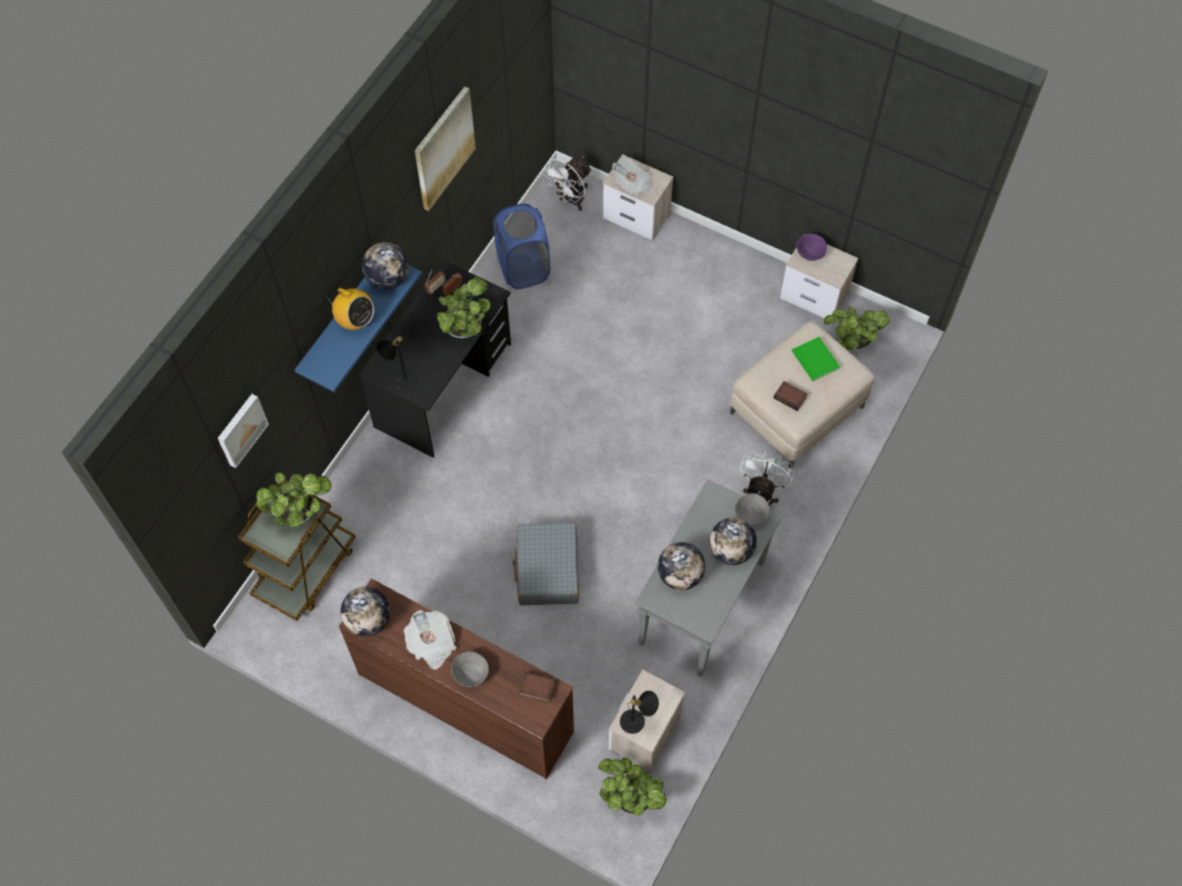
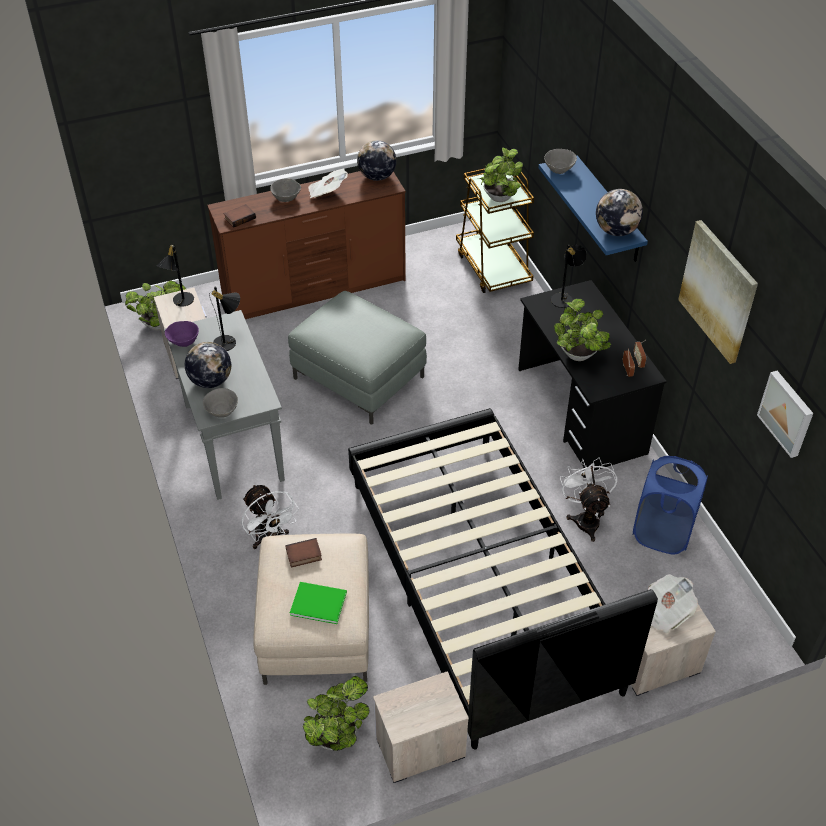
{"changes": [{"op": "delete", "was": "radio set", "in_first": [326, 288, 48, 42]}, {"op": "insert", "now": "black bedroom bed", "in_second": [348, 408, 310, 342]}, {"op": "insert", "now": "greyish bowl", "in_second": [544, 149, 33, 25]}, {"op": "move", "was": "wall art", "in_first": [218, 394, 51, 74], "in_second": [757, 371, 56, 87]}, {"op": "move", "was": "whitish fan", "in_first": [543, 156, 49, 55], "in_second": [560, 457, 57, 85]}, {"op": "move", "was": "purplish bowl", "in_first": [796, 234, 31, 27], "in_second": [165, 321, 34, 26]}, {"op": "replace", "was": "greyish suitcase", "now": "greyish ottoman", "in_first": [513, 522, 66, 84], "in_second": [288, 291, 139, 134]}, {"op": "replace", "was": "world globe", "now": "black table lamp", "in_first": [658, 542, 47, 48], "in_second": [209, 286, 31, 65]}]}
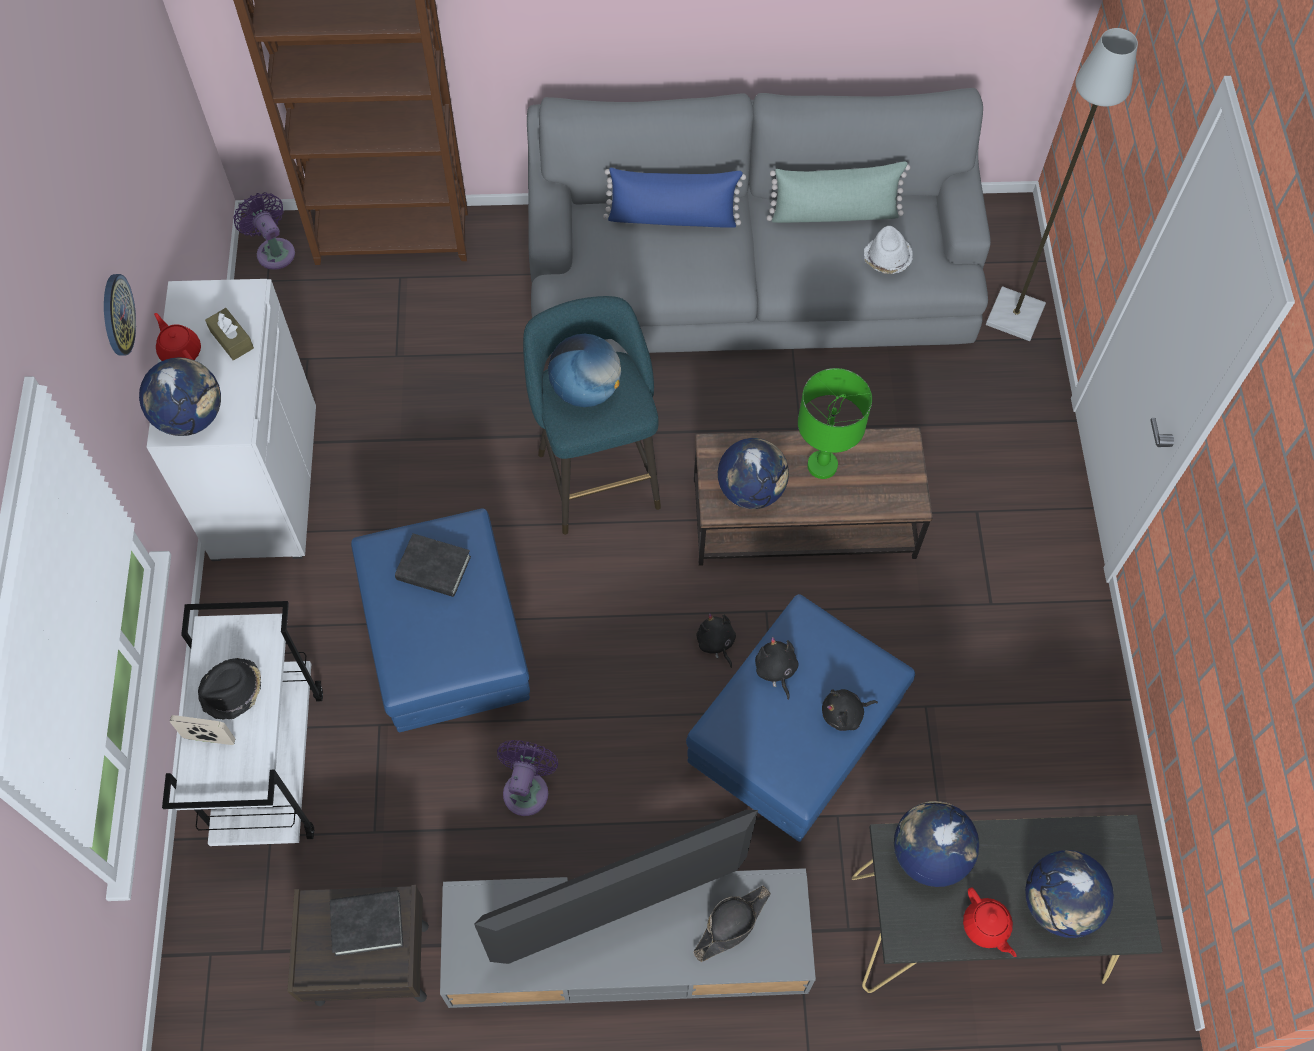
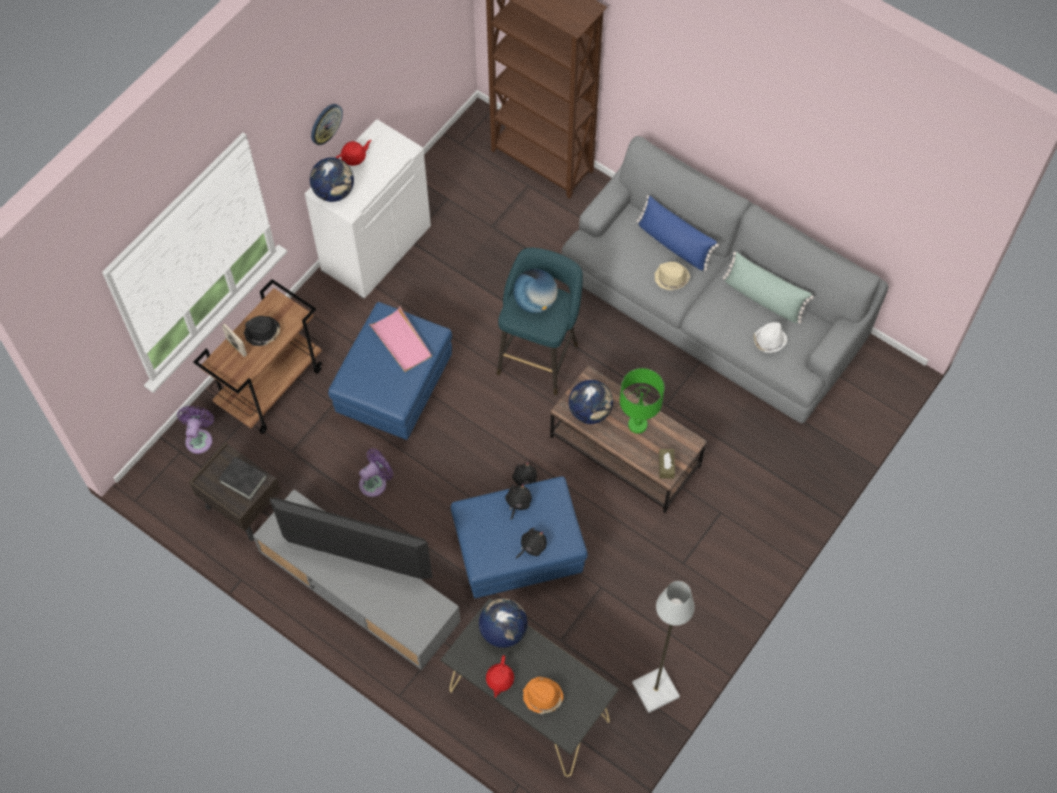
{"changes": [{"op": "delete", "was": "black clothing hat", "in_first": [693, 885, 78, 77]}, {"op": "insert", "now": "sand-coloured clothing hat", "in_second": [654, 262, 36, 29]}, {"op": "move", "was": "brownish tissue holder", "in_first": [205, 308, 49, 52], "in_second": [659, 449, 16, 30]}, {"op": "move", "was": "purplish fan", "in_first": [234, 192, 61, 78], "in_second": [177, 406, 37, 48]}, {"op": "move", "was": "greyish floor lamp", "in_first": [986, 28, 152, 313], "in_second": [632, 581, 63, 132]}, {"op": "replace", "was": "black bound book", "now": "pink-coloured carrying tray", "in_first": [395, 533, 76, 64], "in_second": [369, 306, 63, 66]}, {"op": "replace", "was": "world globe", "now": "orange-coloured clothing hat", "in_first": [1025, 850, 89, 88], "in_second": [523, 677, 41, 37]}, {"op": "recolor", "was": "whitish wheeled cart", "now": "brownish wheeled cart", "in_first": [162, 601, 161, 245], "in_second": [193, 279, 129, 155]}, {"op": "rotate", "was": "red teapot", "in_first": [154, 313, 47, 48], "in_second": [336, 140, 36, 26], "clockwise": 60}, {"op": "rotate", "was": "black plush toy", "in_first": [822, 689, 56, 42], "in_second": [516, 527, 31, 32], "clockwise": 120}]}
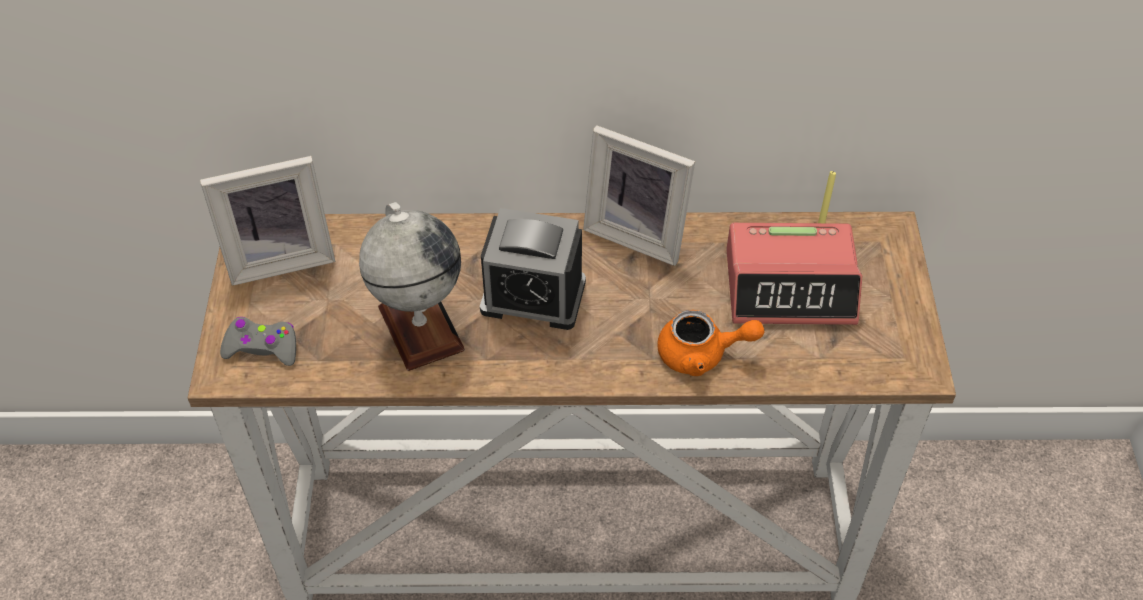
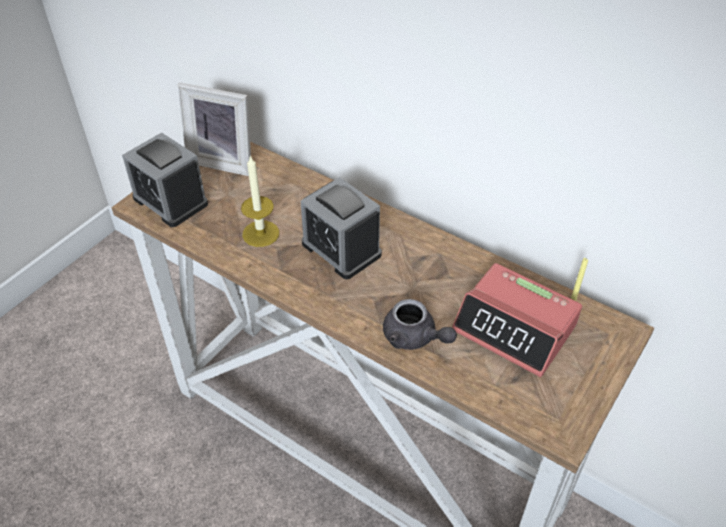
{"changes": [{"op": "delete", "was": "photo frame", "in_first": [583, 125, 112, 141]}, {"op": "replace", "was": "greyish gamepad", "now": "alarm clock", "in_first": [220, 317, 76, 49], "in_second": [122, 133, 86, 94]}, {"op": "replace", "was": "world globe", "now": "wax candle", "in_first": [359, 202, 106, 169], "in_second": [241, 155, 38, 92]}, {"op": "recolor", "was": "orange-coloured teapot", "now": "greyish teapot", "in_first": [657, 310, 107, 66], "in_second": [383, 299, 74, 51]}]}
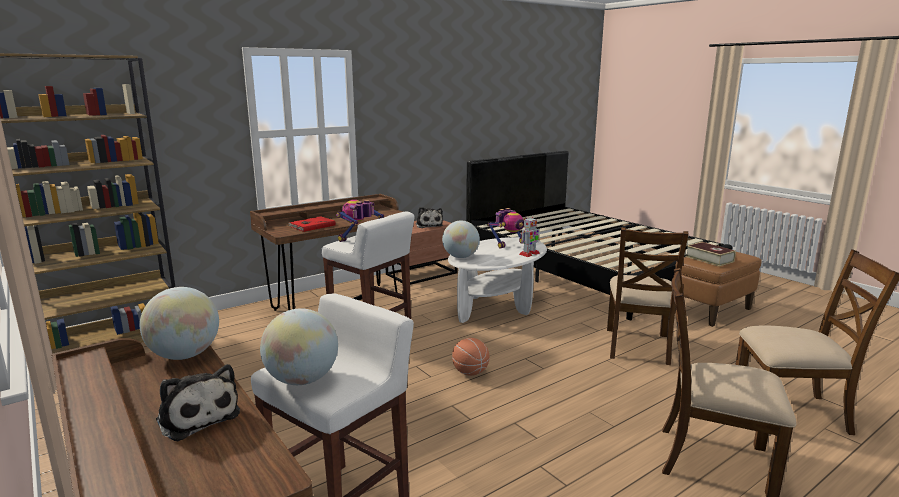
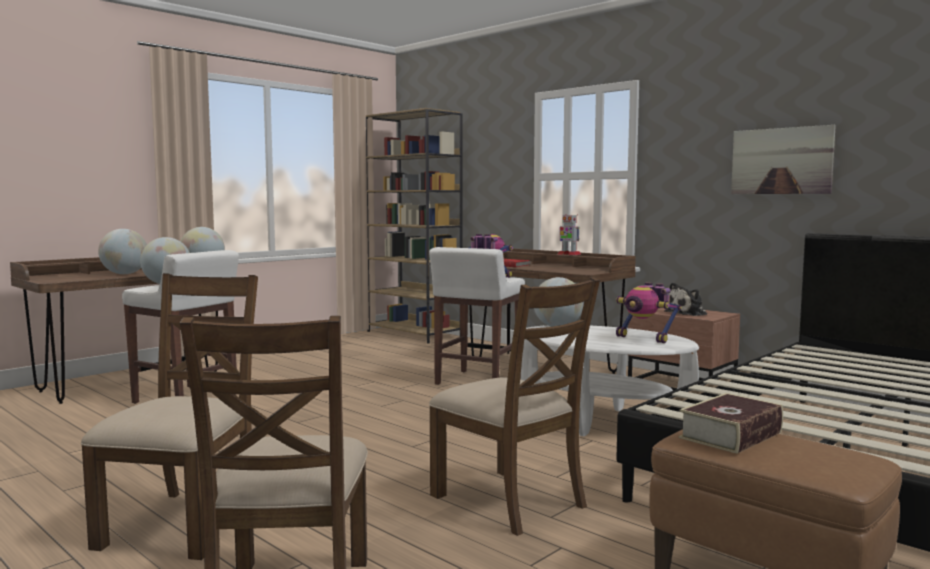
{"changes": [{"op": "delete", "was": "basketball ball", "in_first": [452, 338, 37, 38]}, {"op": "insert", "now": "wall art", "in_second": [731, 125, 105, 69]}, {"op": "move", "was": "model robot", "in_first": [519, 217, 21, 40], "in_second": [558, 214, 23, 41]}, {"op": "replace", "was": "plush toy", "now": "world globe", "in_first": [156, 364, 84, 77], "in_second": [98, 229, 49, 45]}, {"op": "rotate", "was": "brownish chair", "in_first": [607, 227, 81, 138], "in_second": [429, 277, 171, 259], "clockwise": -135}]}
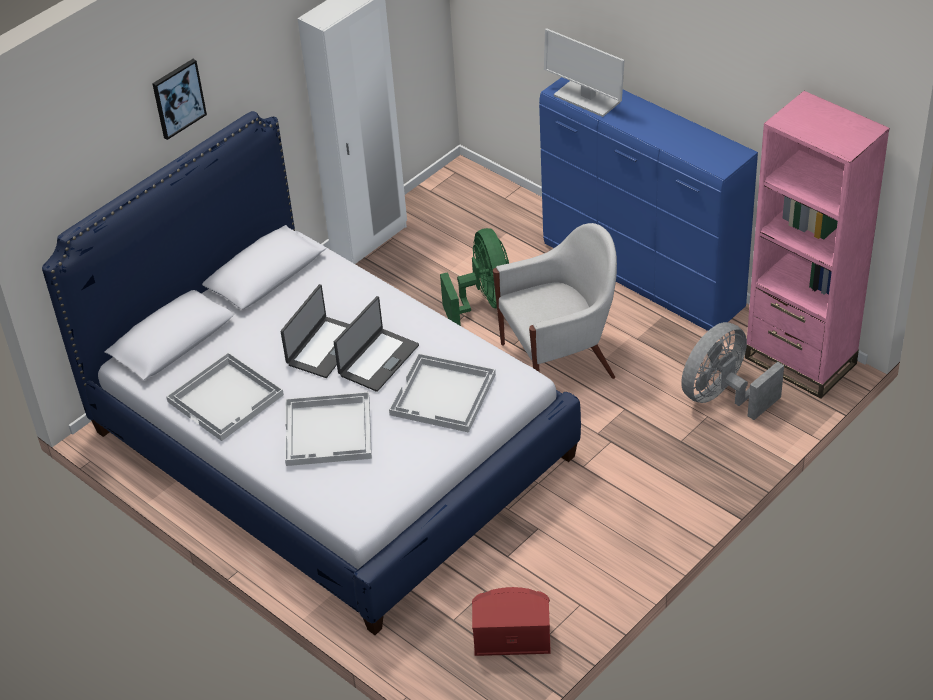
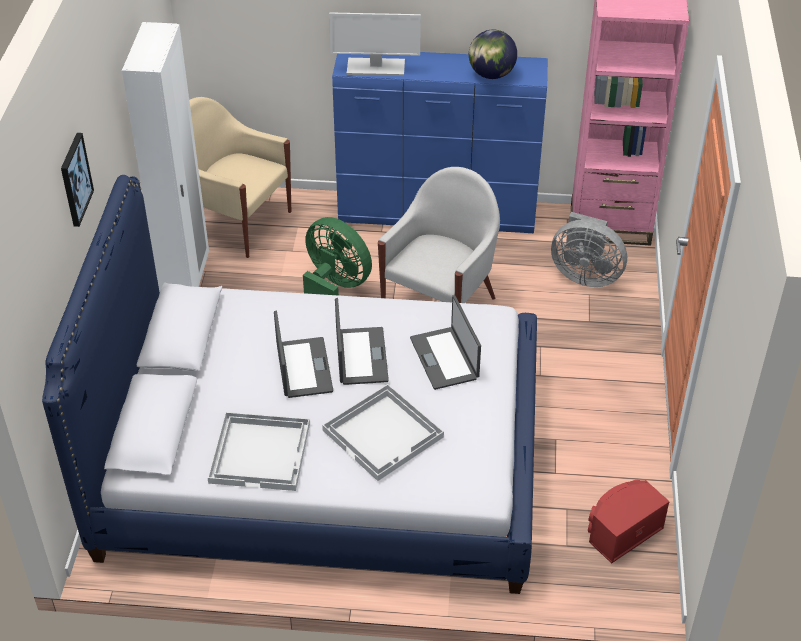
{"changes": [{"op": "insert", "now": "sand-coloured armchair", "in_second": [189, 97, 102, 161]}, {"op": "insert", "now": "world globe", "in_second": [469, 29, 48, 50]}, {"op": "replace", "was": "whitish carrying tray", "now": "notebook computer", "in_first": [389, 353, 107, 80], "in_second": [410, 295, 71, 95]}, {"op": "rotate", "was": "greyish fan", "in_first": [681, 322, 103, 98], "in_second": [551, 212, 76, 75], "clockwise": -75}]}
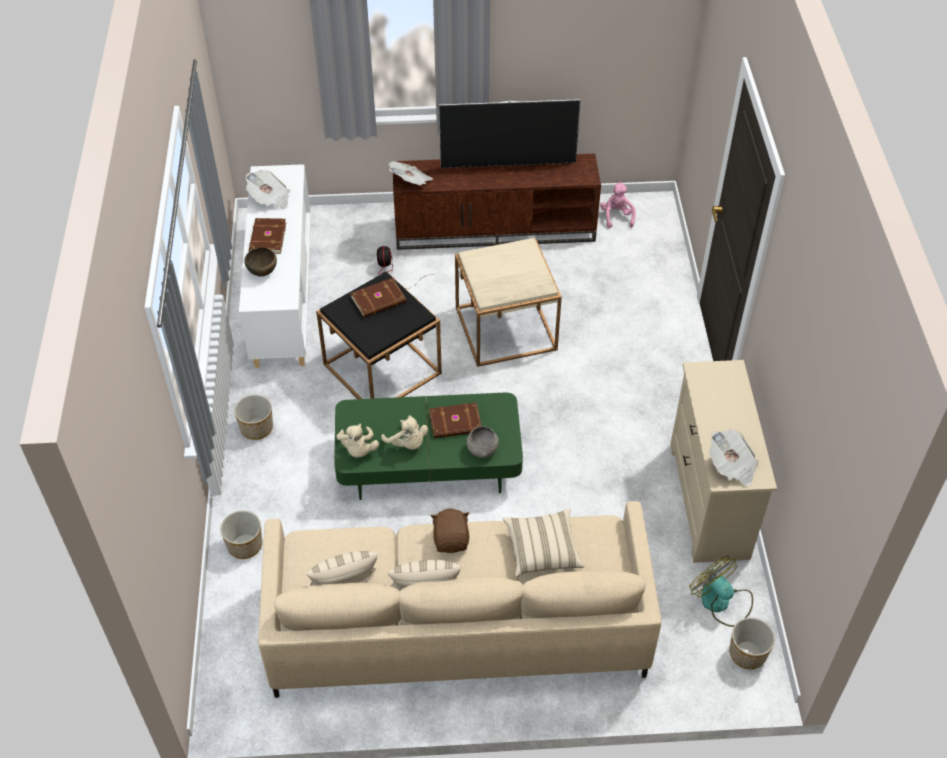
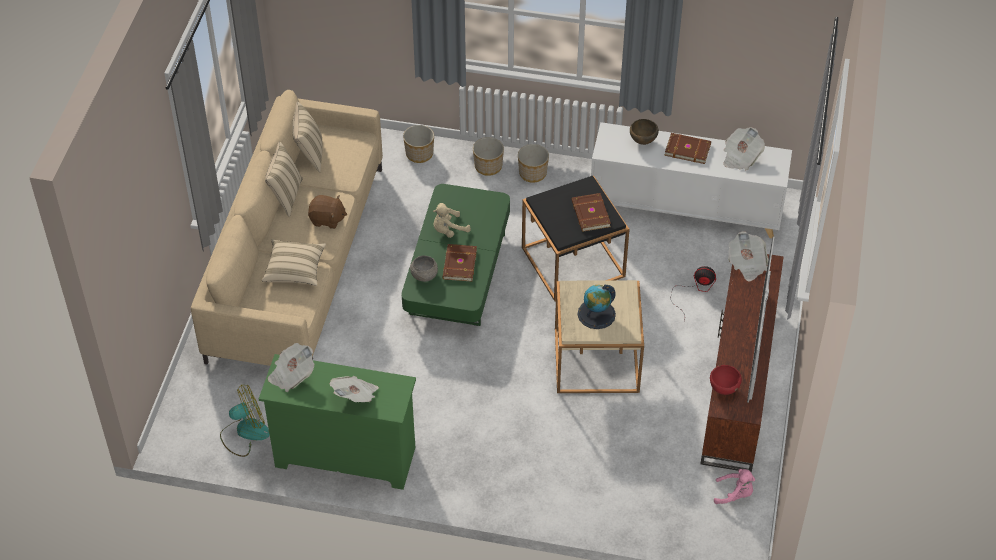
{"changes": [{"op": "delete", "was": "sand-coloured plush toy", "in_first": [336, 424, 43, 34]}, {"op": "insert", "now": "daily paper", "in_second": [330, 376, 49, 26]}, {"op": "insert", "now": "world globe", "in_second": [578, 285, 38, 44]}, {"op": "insert", "now": "red bowl", "in_second": [710, 365, 32, 30]}, {"op": "move", "was": "plant pot", "in_first": [729, 617, 46, 52], "in_second": [473, 137, 31, 39]}, {"op": "recolor", "was": "sand-coloured drawer chest", "now": "green drawer chest", "in_first": [670, 360, 107, 203], "in_second": [259, 354, 157, 136]}]}
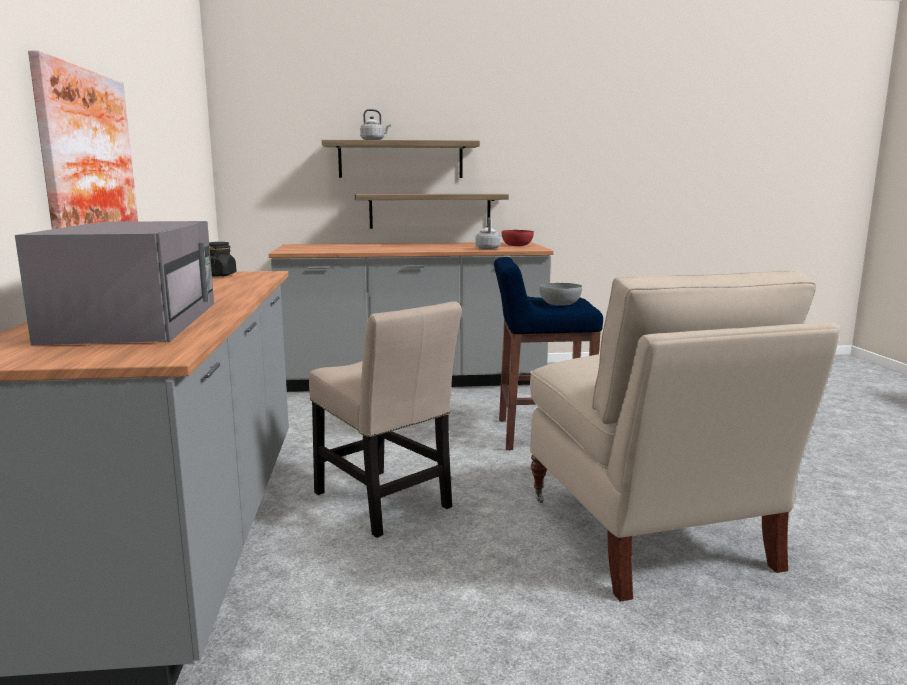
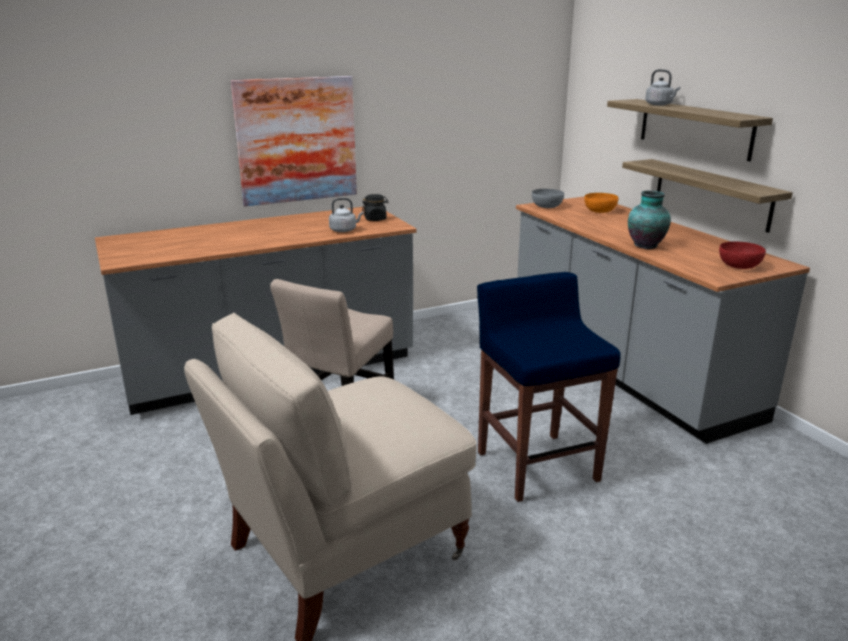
{"changes": [{"op": "delete", "was": "greyish microwave oven", "in_first": [15, 221, 199, 124]}, {"op": "insert", "now": "orange-coloured bowl", "in_second": [584, 193, 34, 20]}, {"op": "insert", "now": "vase", "in_second": [628, 190, 43, 59]}, {"op": "move", "was": "greyish tea kettle", "in_first": [475, 217, 26, 33], "in_second": [329, 198, 35, 34]}, {"op": "move", "was": "greyish bowl", "in_first": [539, 283, 43, 23], "in_second": [532, 189, 32, 19]}]}
